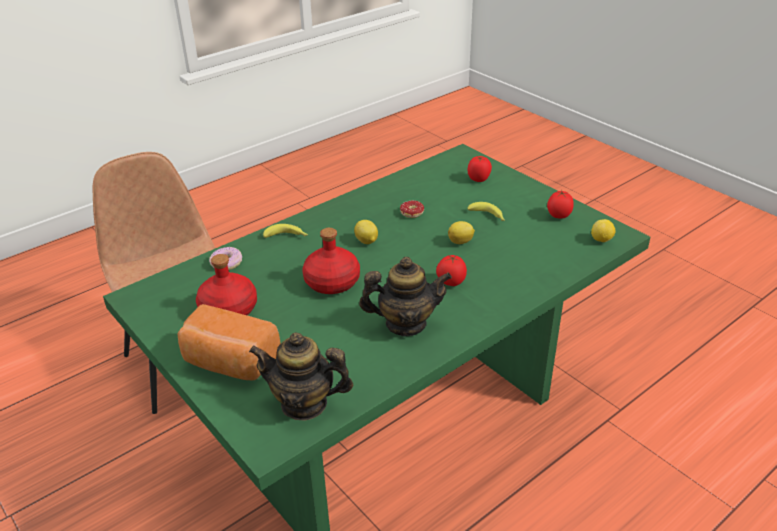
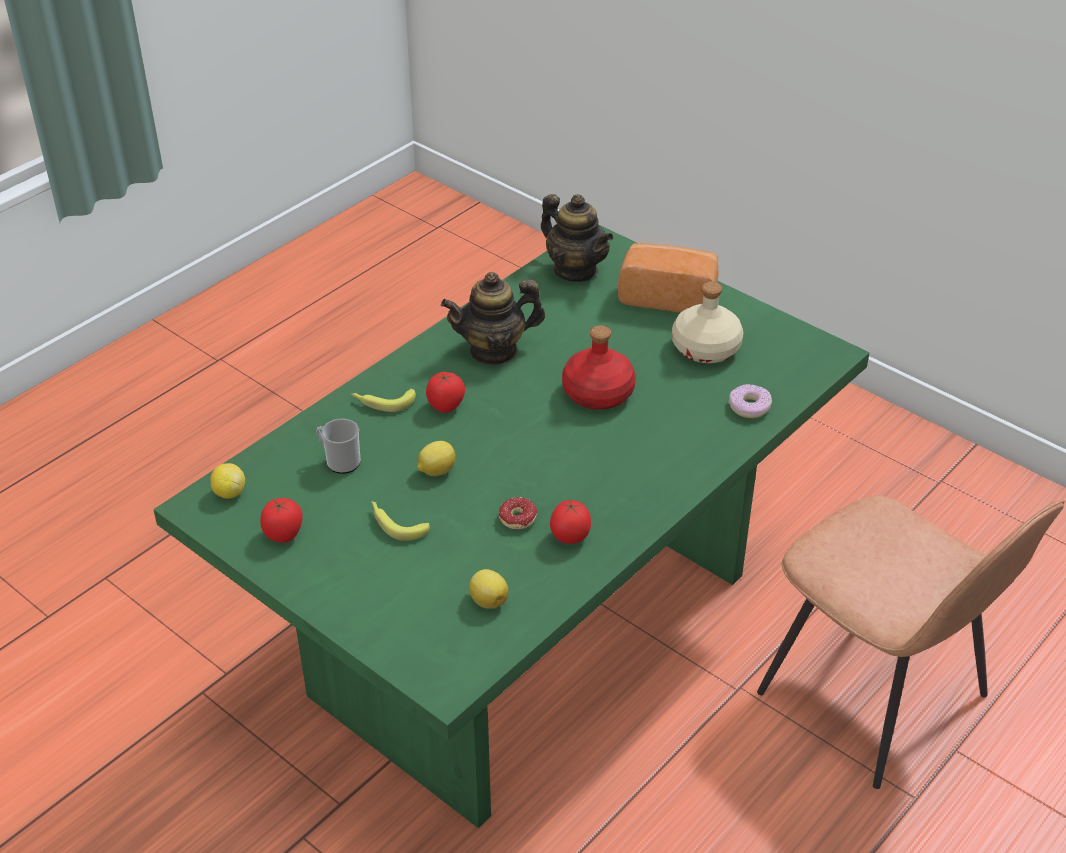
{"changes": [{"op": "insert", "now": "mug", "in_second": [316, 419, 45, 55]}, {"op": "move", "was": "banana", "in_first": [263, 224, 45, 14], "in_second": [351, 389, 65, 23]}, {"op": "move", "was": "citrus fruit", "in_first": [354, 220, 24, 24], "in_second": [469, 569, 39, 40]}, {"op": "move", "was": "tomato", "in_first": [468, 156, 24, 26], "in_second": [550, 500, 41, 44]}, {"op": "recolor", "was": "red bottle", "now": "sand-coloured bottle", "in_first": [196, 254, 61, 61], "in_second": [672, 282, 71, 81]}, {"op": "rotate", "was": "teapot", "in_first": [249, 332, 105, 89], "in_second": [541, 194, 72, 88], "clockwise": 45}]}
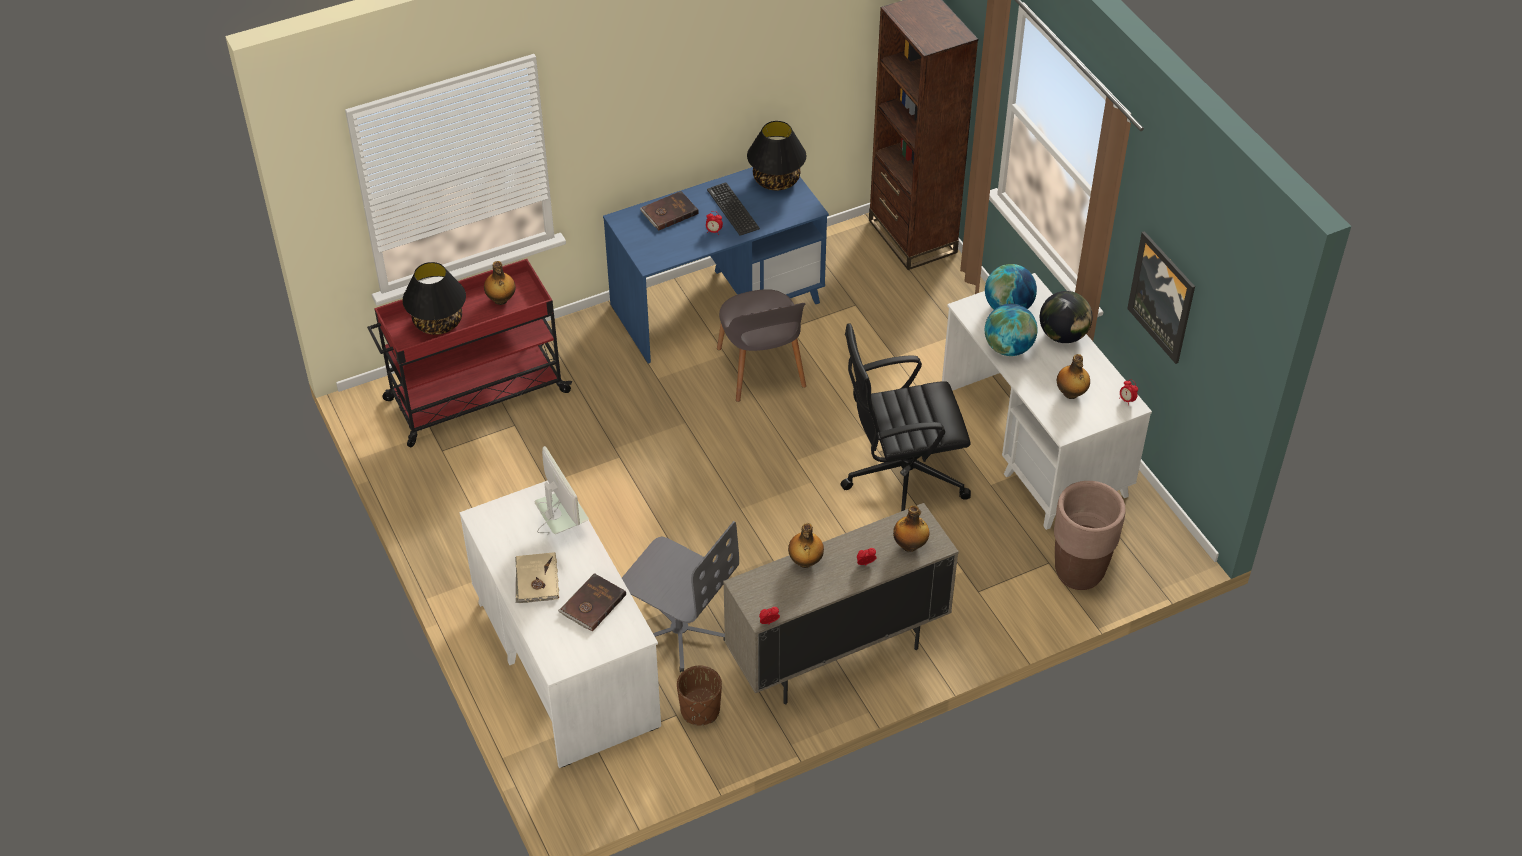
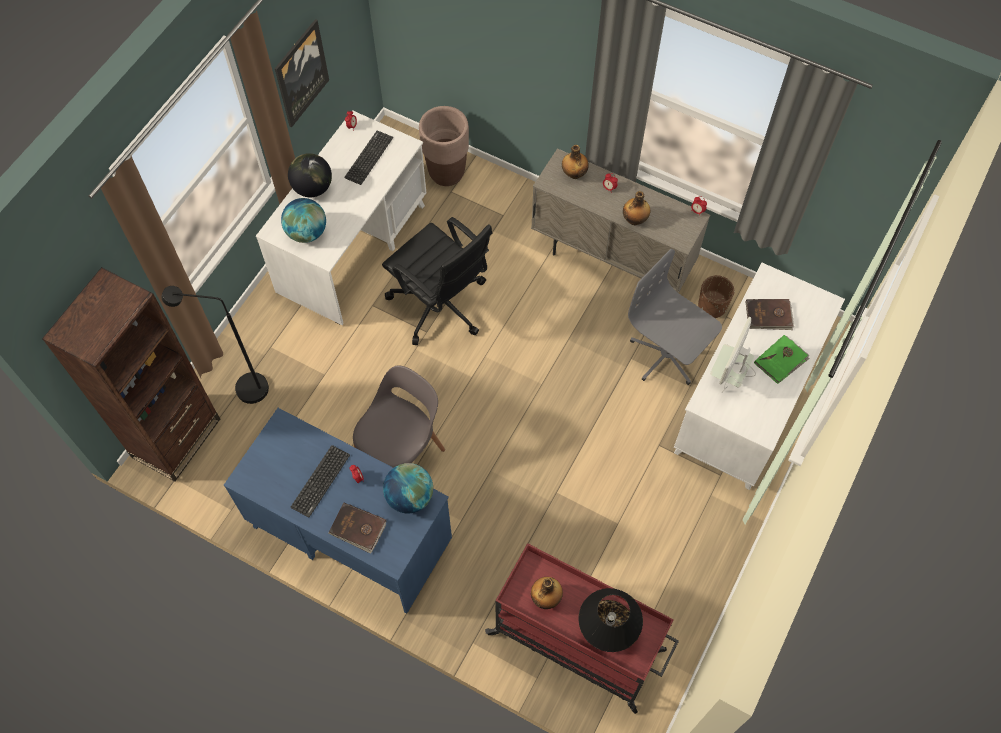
{"changes": [{"op": "delete", "was": "black table lamp", "in_first": [747, 121, 59, 69]}, {"op": "insert", "now": "black floor lamp", "in_second": [162, 286, 107, 118]}, {"op": "move", "was": "world globe", "in_first": [985, 304, 53, 52], "in_second": [383, 463, 50, 51]}, {"op": "replace", "was": "bottle", "now": "computer keyboard", "in_first": [1057, 354, 33, 45], "in_second": [344, 130, 49, 55]}, {"op": "recolor", "was": "sand-coloured bound book", "now": "green bound book", "in_first": [515, 552, 44, 51], "in_second": [754, 335, 56, 49]}, {"op": "rotate", "was": "greyish office chair", "in_first": [622, 521, 117, 151], "in_second": [628, 249, 94, 136], "clockwise": -45}]}
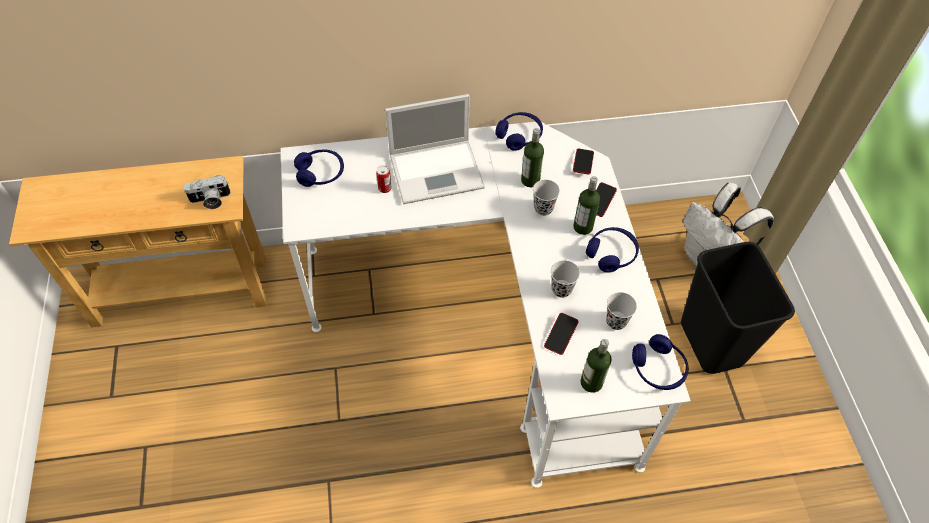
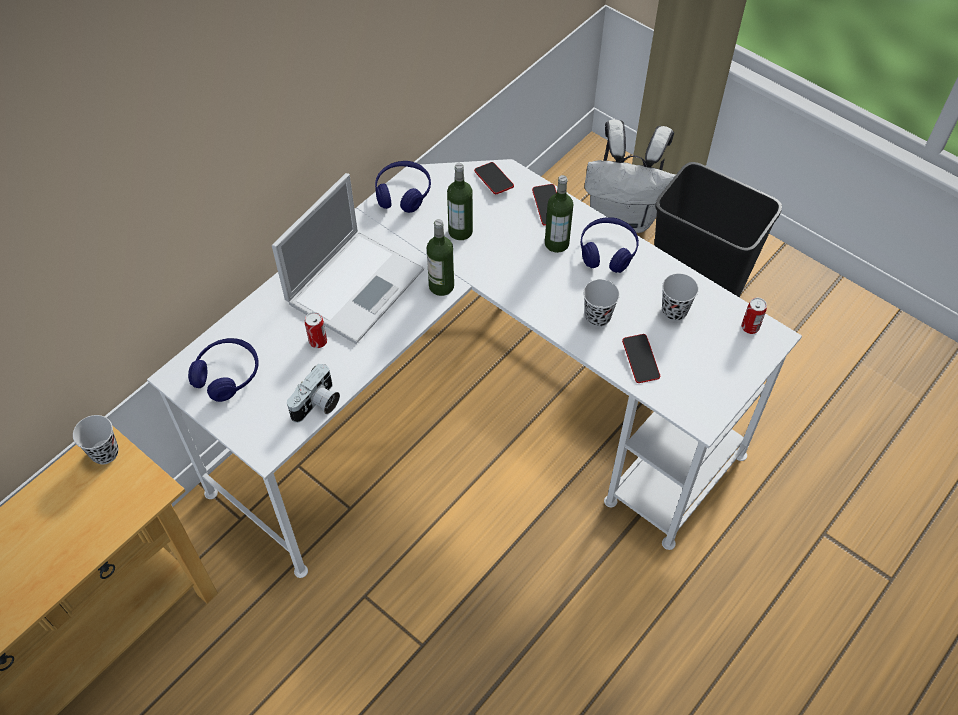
{"changes": [{"op": "move", "was": "still camera", "in_first": [184, 175, 47, 34], "in_second": [287, 364, 53, 59]}, {"op": "move", "was": "black drinking cup", "in_first": [533, 180, 27, 36], "in_second": [73, 415, 46, 49]}, {"op": "move", "was": "bottle", "in_first": [580, 339, 32, 54], "in_second": [427, 219, 27, 77]}, {"op": "replace", "was": "blue-coloured headphones", "now": "metal can", "in_first": [632, 334, 57, 56], "in_second": [741, 298, 26, 36]}]}
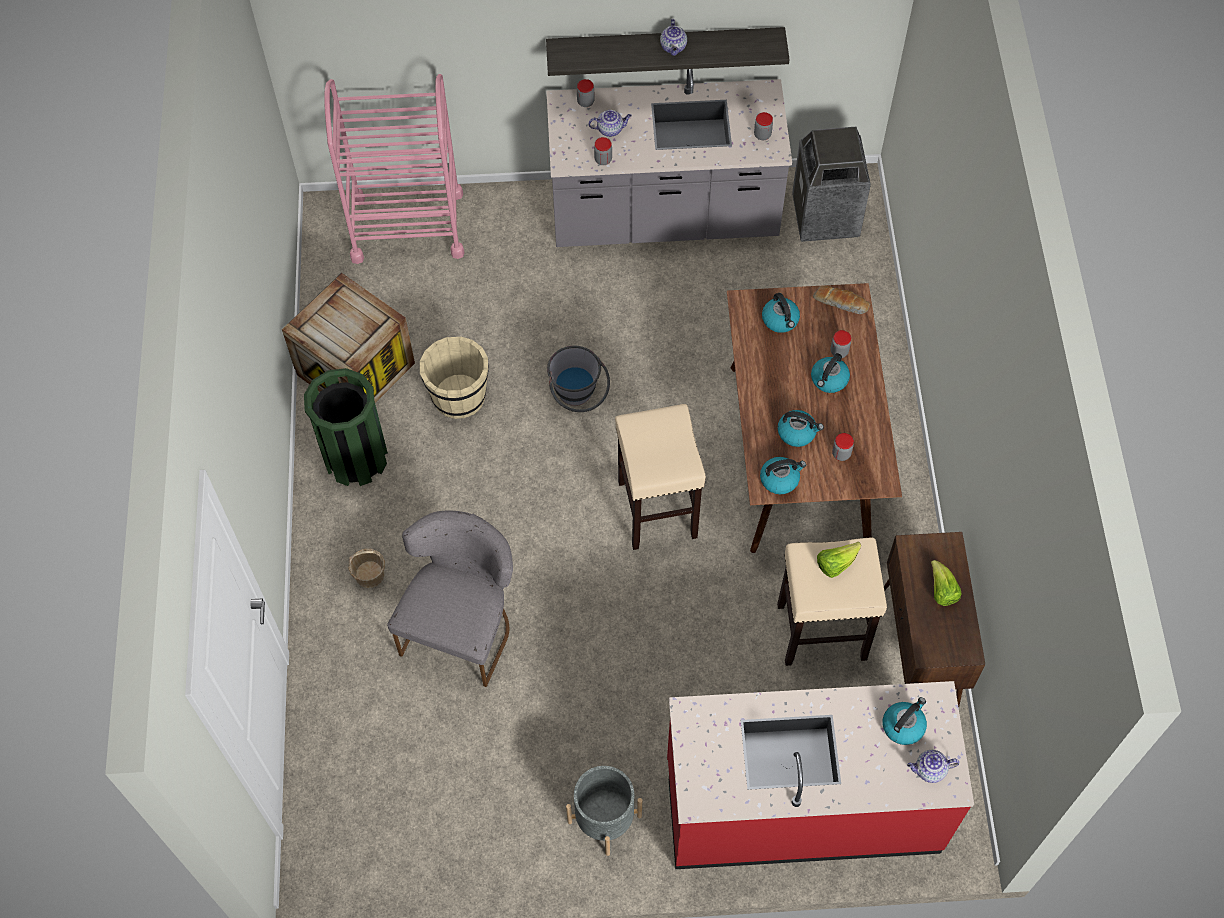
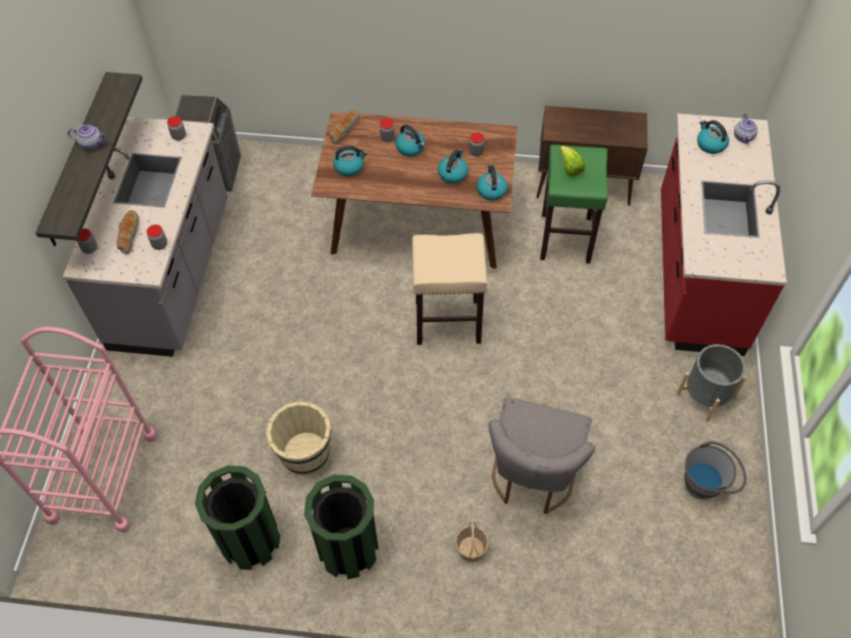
{"changes": [{"op": "delete", "was": "head of lettuce", "in_first": [931, 560, 30, 46]}, {"op": "move", "was": "greyish pail", "in_first": [547, 346, 63, 66], "in_second": [684, 441, 63, 59]}, {"op": "replace", "was": "packing crate", "now": "green trash can", "in_first": [282, 273, 133, 130], "in_second": [195, 465, 85, 105]}, {"op": "replace", "was": "teapot", "now": "baked bread", "in_first": [589, 110, 43, 27], "in_second": [117, 210, 22, 44]}, {"op": "recolor", "was": "sand-coloured stool seat", "now": "green stool seat", "in_first": [777, 537, 110, 129], "in_second": [540, 145, 68, 119]}, {"op": "rotate", "was": "greyish chair", "in_first": [387, 511, 126, 176], "in_second": [489, 397, 106, 117], "clockwise": -105}]}
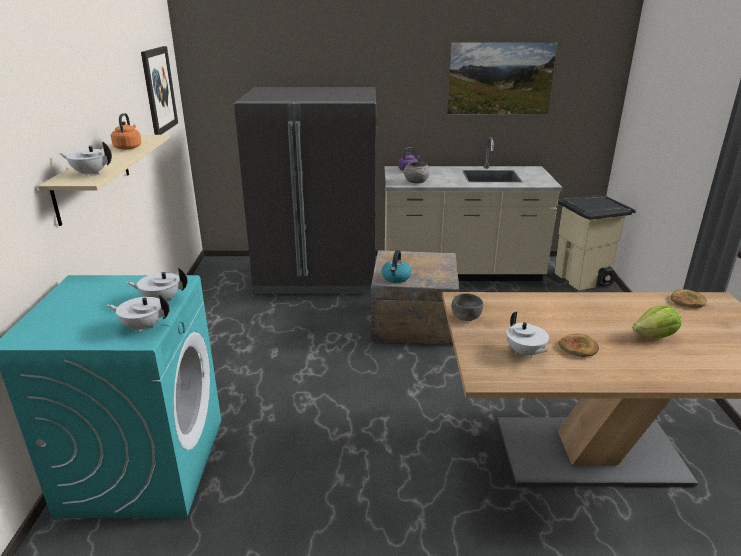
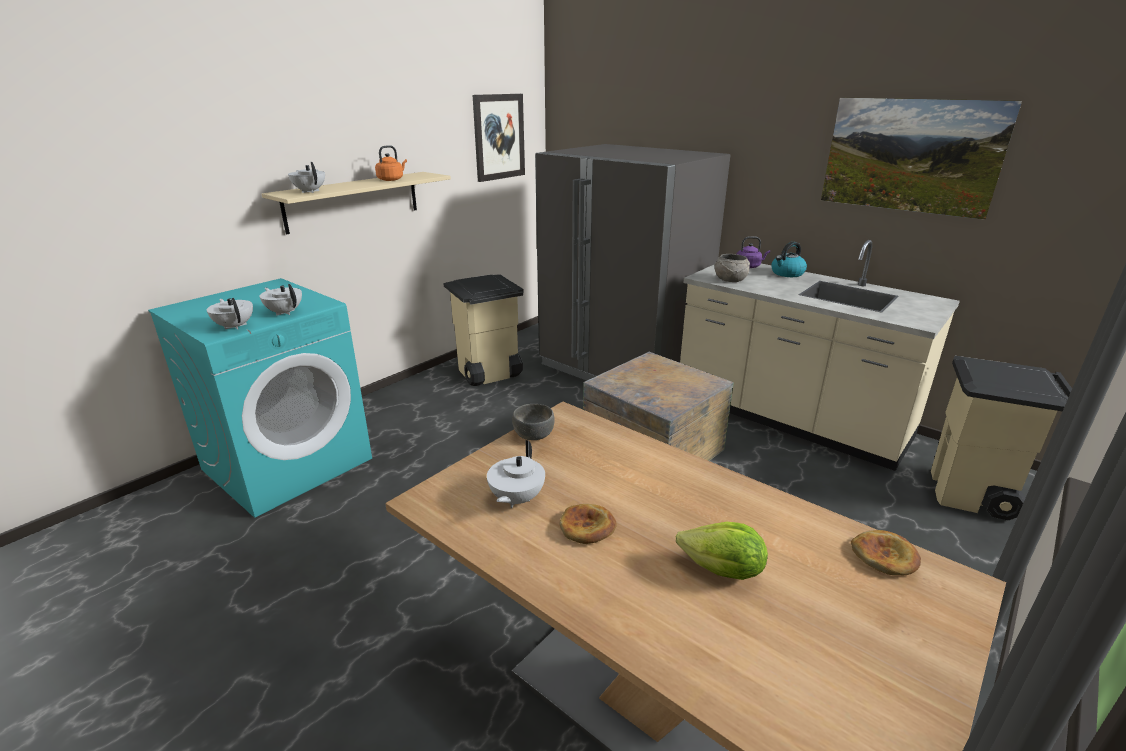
{"changes": [{"op": "insert", "now": "sand-coloured trash can", "in_second": [443, 274, 80, 112]}, {"op": "move", "was": "tea kettle", "in_first": [382, 250, 29, 33], "in_second": [771, 242, 36, 35]}]}
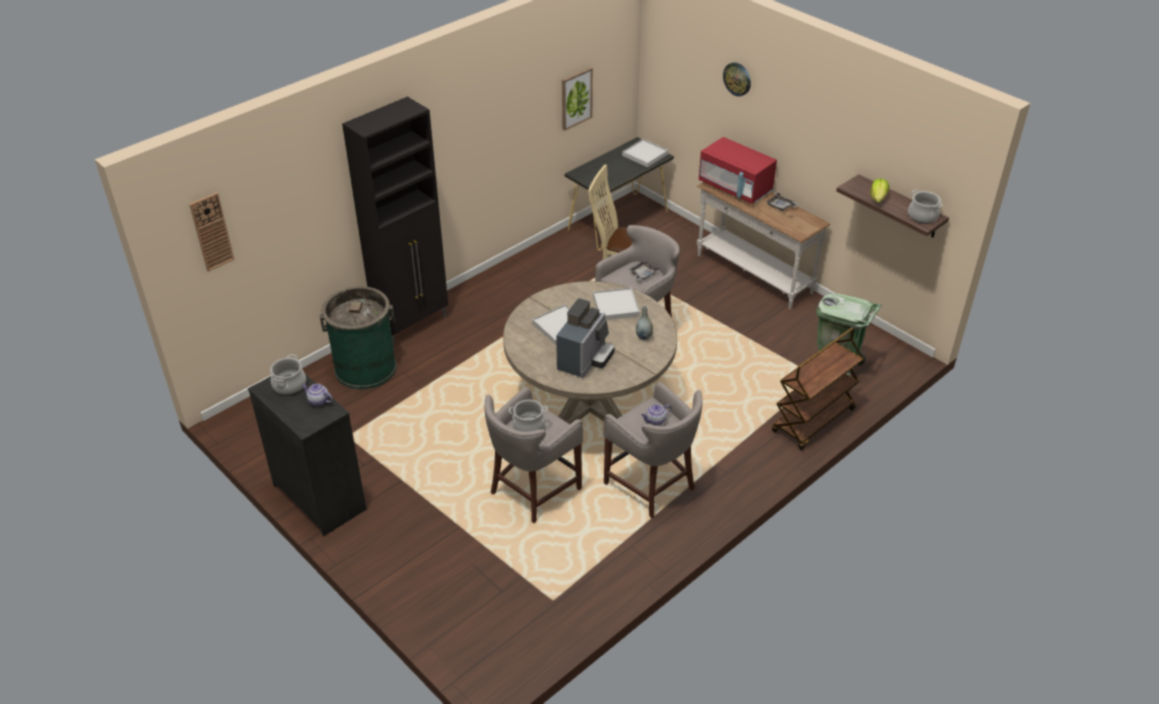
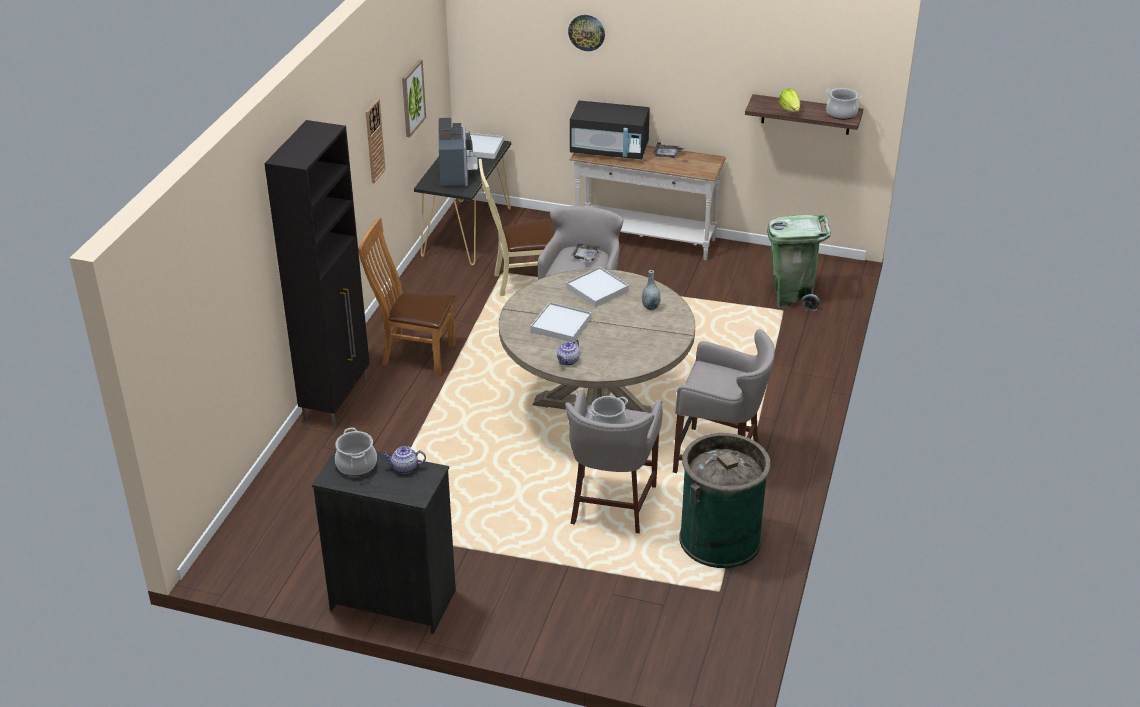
{"changes": [{"op": "delete", "was": "brownish wheeled cart", "in_first": [772, 328, 92, 122]}, {"op": "insert", "now": "brownish chair", "in_second": [358, 217, 98, 158]}, {"op": "move", "was": "wall clock", "in_first": [189, 192, 46, 80], "in_second": [366, 99, 20, 84]}, {"op": "move", "was": "green trash can", "in_first": [320, 286, 77, 103], "in_second": [679, 433, 92, 136]}, {"op": "move", "was": "coffee machine", "in_first": [556, 298, 58, 80], "in_second": [439, 118, 40, 69]}, {"op": "move", "was": "teapot", "in_first": [642, 404, 29, 22], "in_second": [557, 339, 23, 26]}, {"op": "recolor", "was": "red microwave oven", "now": "black microwave oven", "in_first": [699, 137, 78, 67], "in_second": [570, 101, 80, 58]}]}
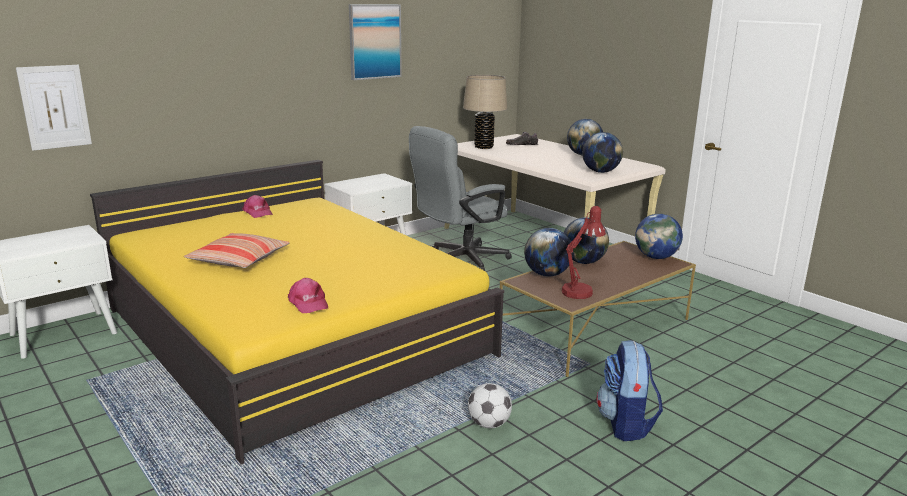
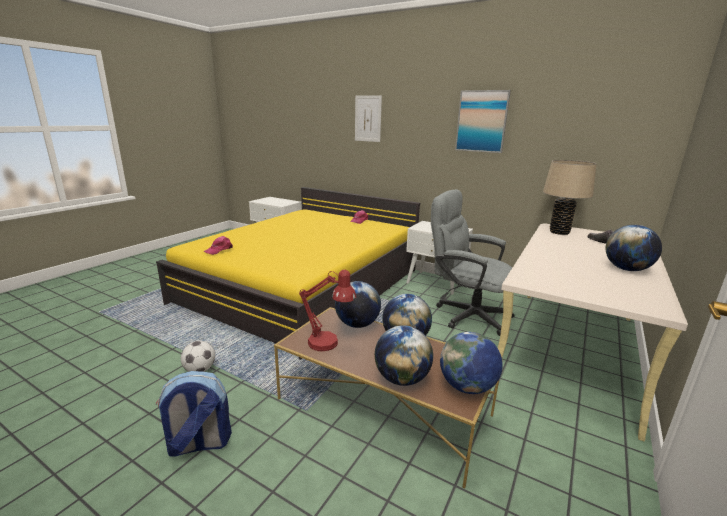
{"changes": [{"op": "delete", "was": "pillow", "in_first": [184, 233, 105, 35]}, {"op": "move", "was": "wall art", "in_first": [16, 65, 76, 86], "in_second": [355, 95, 27, 47]}, {"op": "move", "was": "world globe", "in_first": [582, 132, 41, 41], "in_second": [375, 325, 58, 61]}]}
